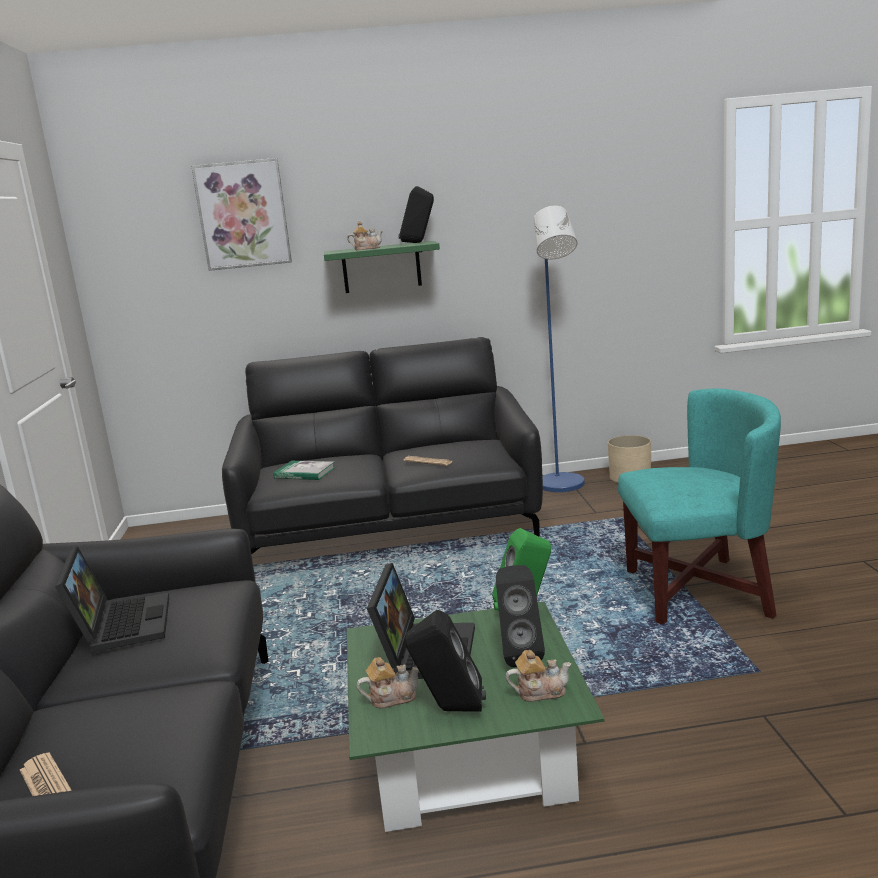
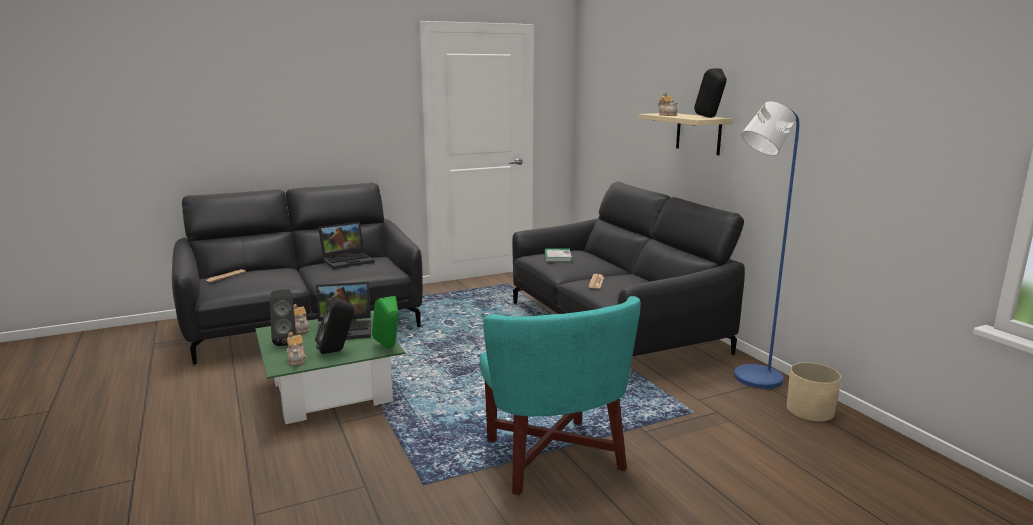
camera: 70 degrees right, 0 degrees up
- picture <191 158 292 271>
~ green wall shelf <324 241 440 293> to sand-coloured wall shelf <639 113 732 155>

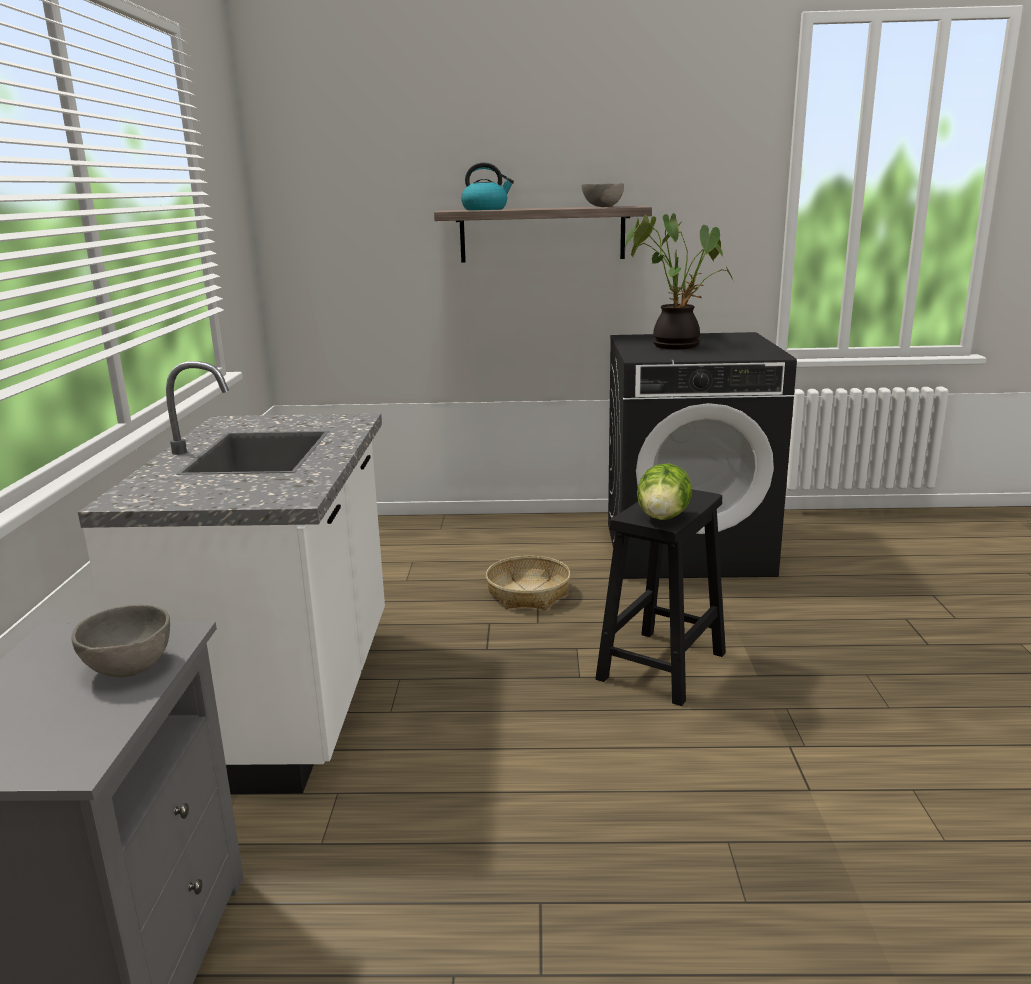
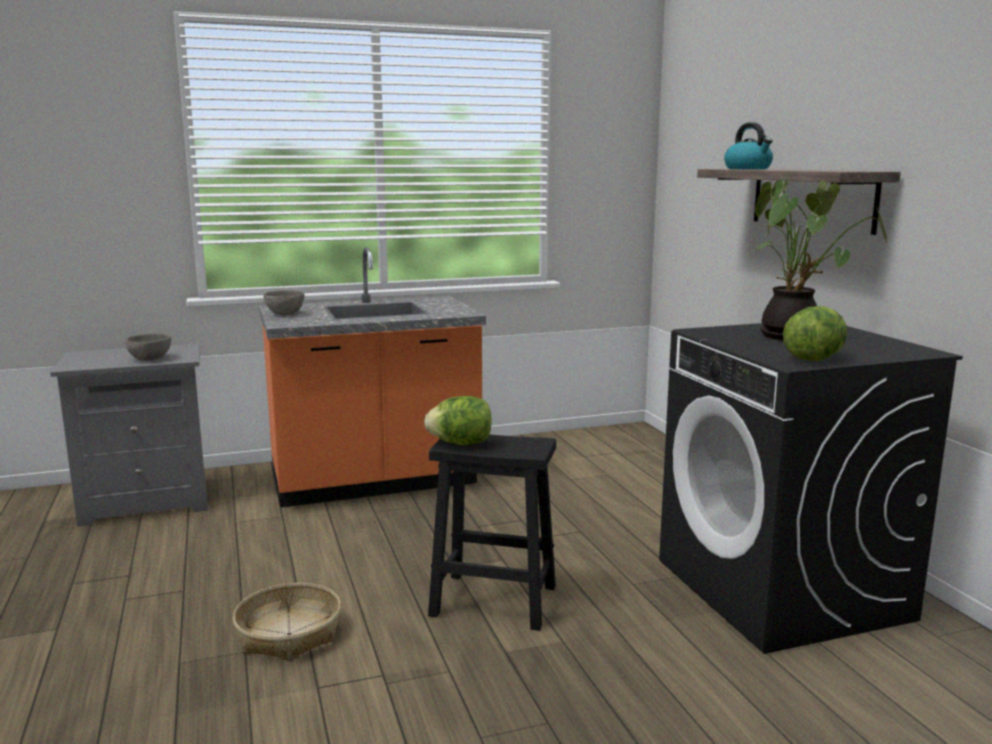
camera: 70 degrees right, 5 degrees down
+ head of lettuce <783 306 847 361>
~ storage basket <486 556 571 609> to <233 583 341 661>
~ greyish bowl <582 183 624 207> to <263 290 305 315>
~ whitish kitchen base unit <78 361 385 794> to orange kitchen base unit <259 247 486 508>

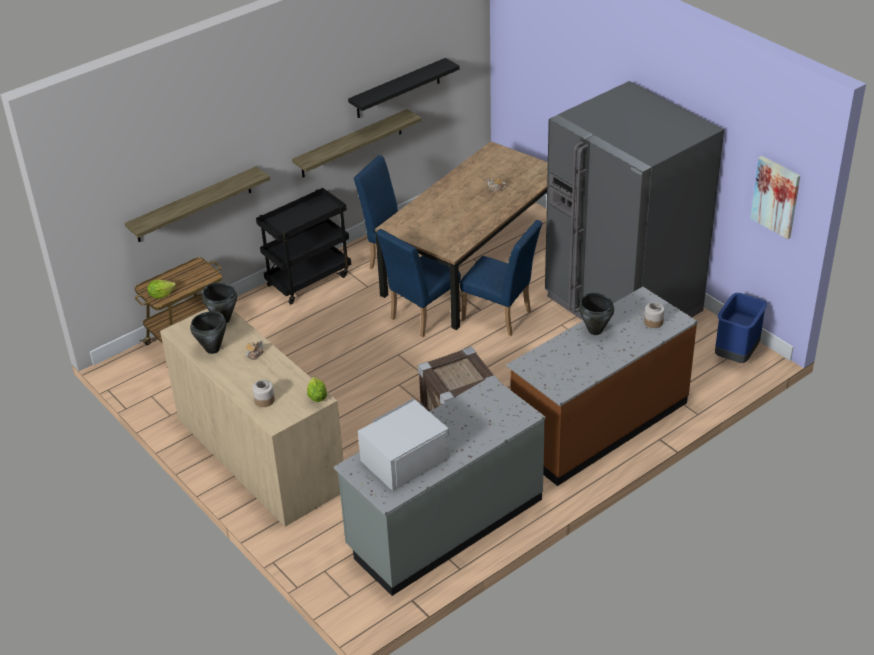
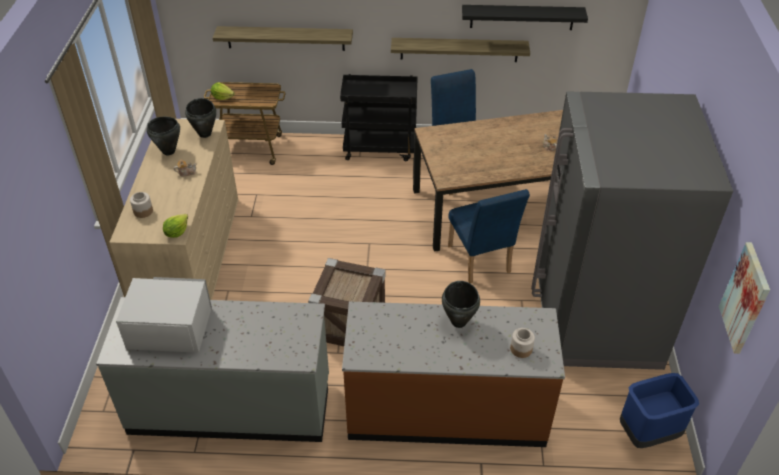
camera: 40 degrees right, 5 degrees up
- blue-coloured upright chair <376 229 461 337>

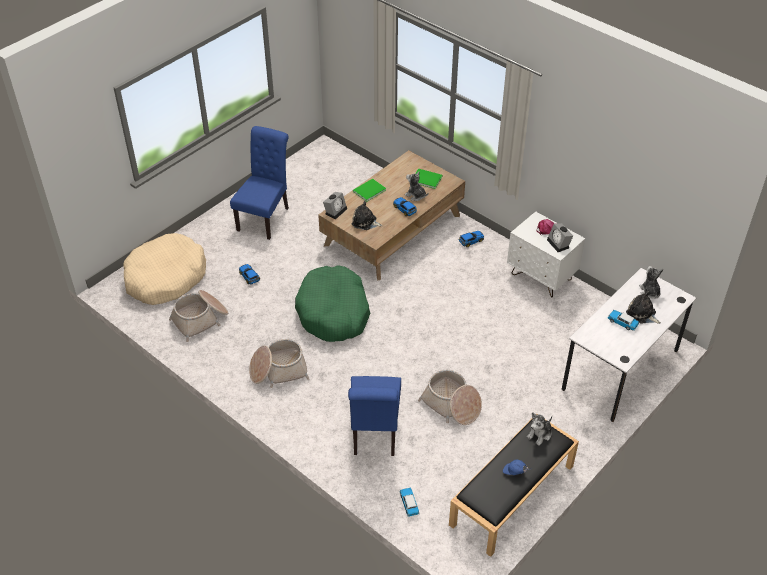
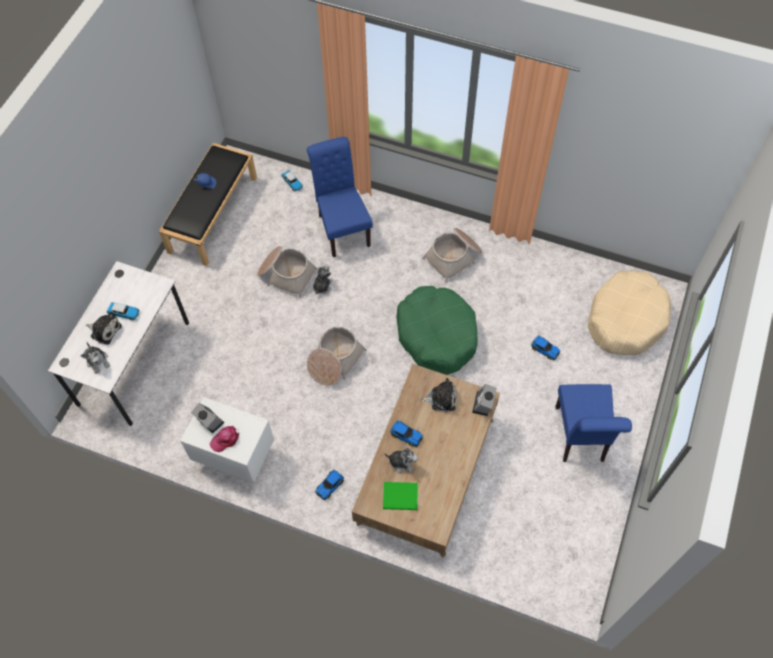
camera: 160 degrees right, 15 degrees up
- green volume <353 179 386 202>
~ storage basket <169 290 228 342> to <307 327 367 386>
~ soft toy <527 412 552 446> to <313 264 333 294>

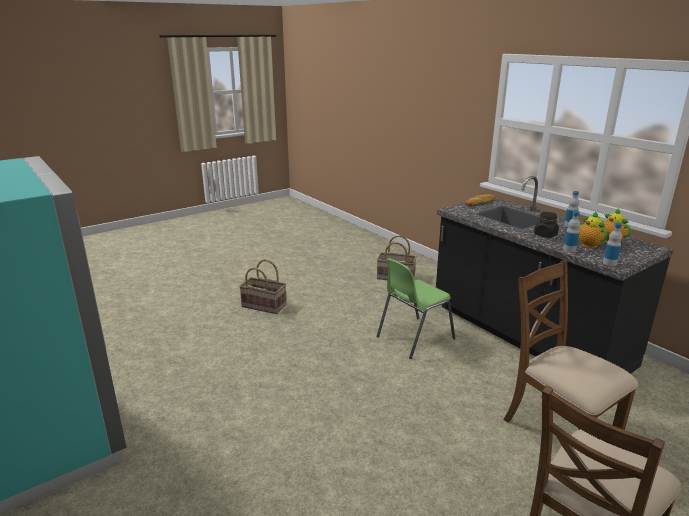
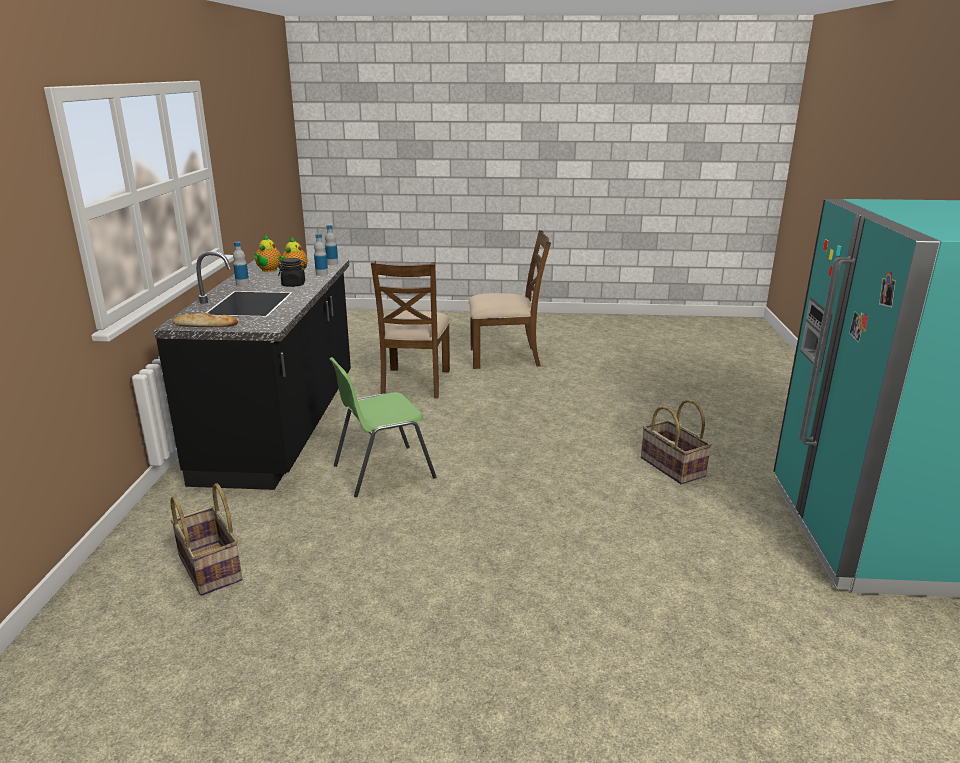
camera: 140 degrees left, 0 degrees up
~ storage basket <239 259 287 314> to <641 399 712 485>
~ green upright chair <377 258 455 359> = <329 357 436 497> 150 degrees clockwise

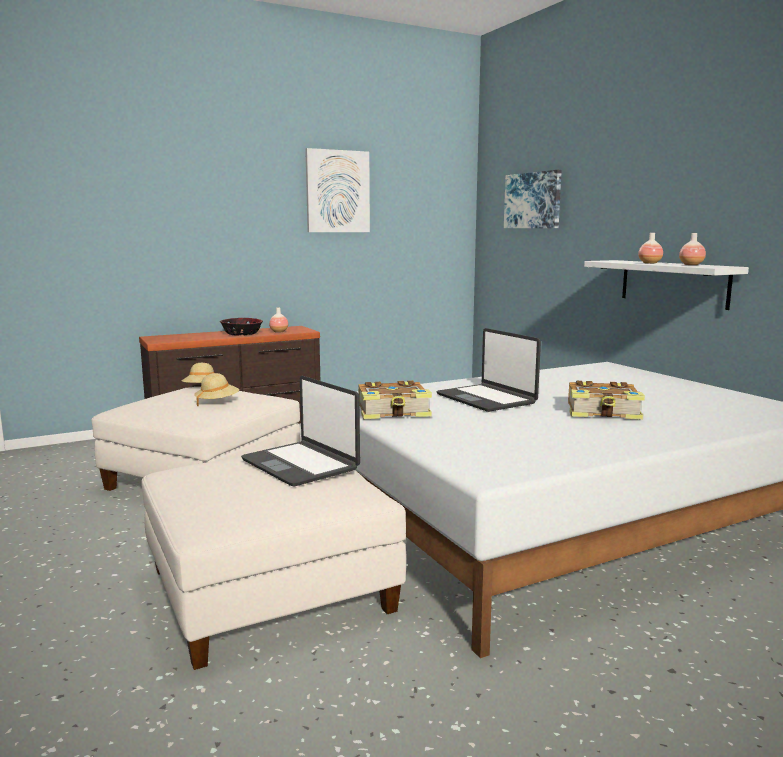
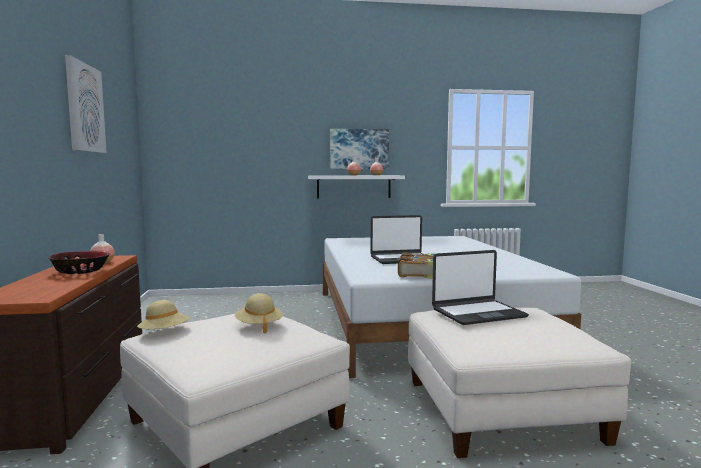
camera: 70 degrees left, 5 degrees down
- volume <568 381 645 420>
~ picture <504 170 562 228> to <330 129 389 169>

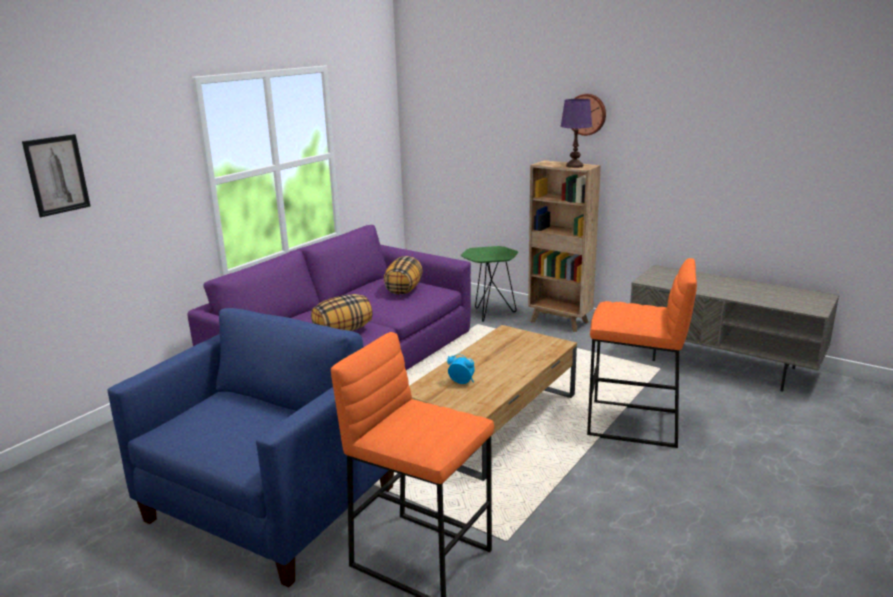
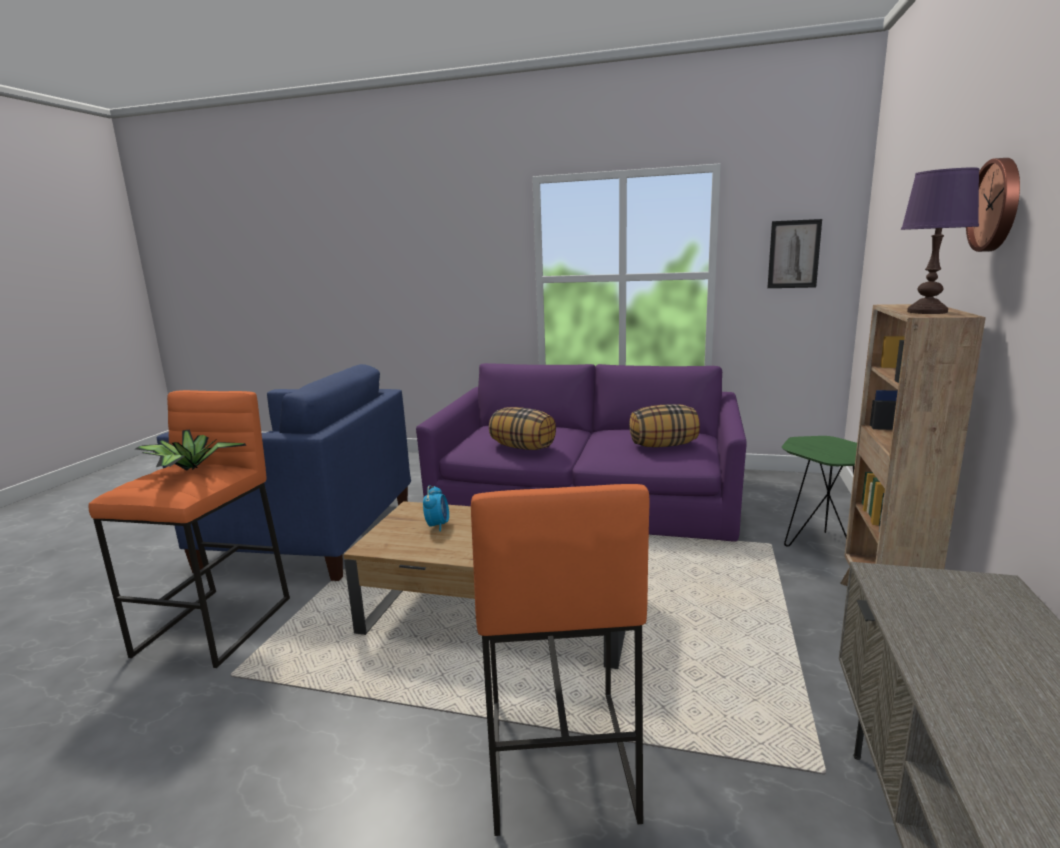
camera: 70 degrees right, 5 degrees down
+ houseplant <135 430 246 470>
~ picture <22 134 90 217> to <767 219 822 288>

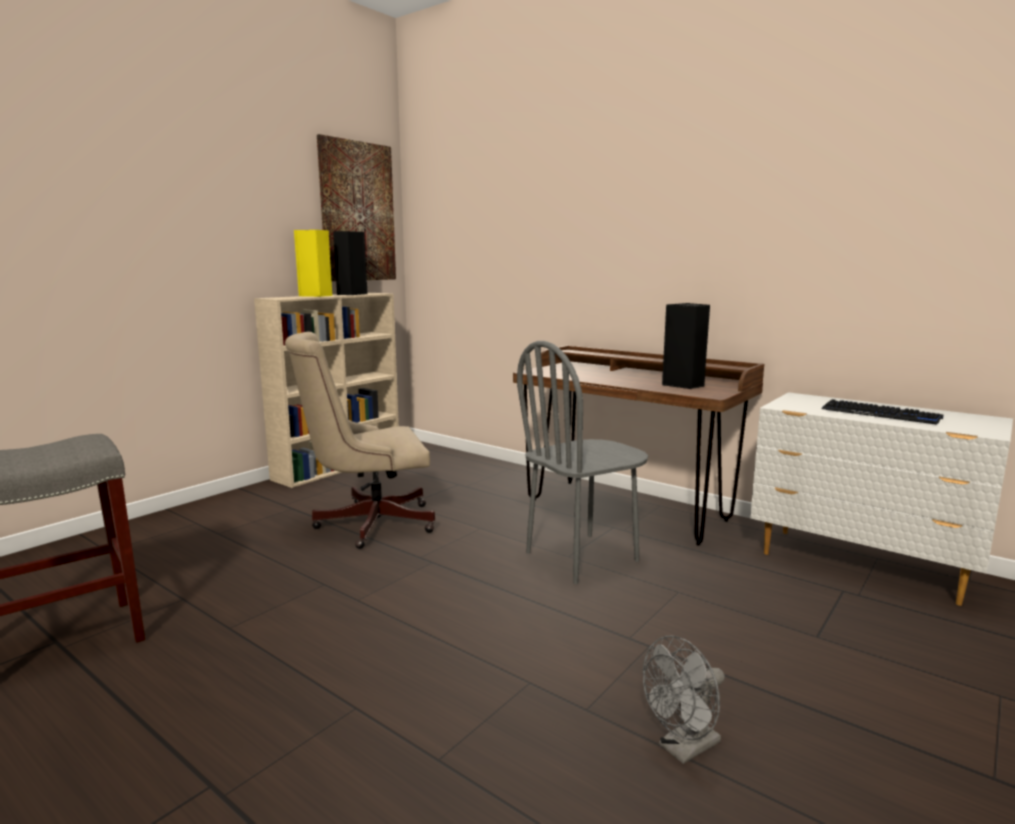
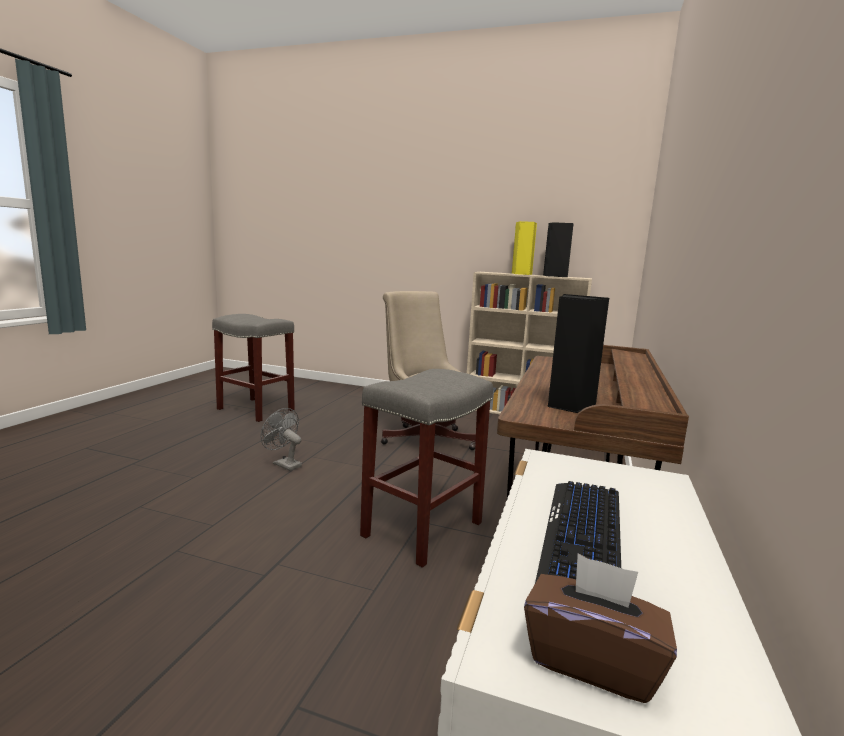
camera: 70 degrees right, 0 degrees up
- picture <317 134 396 281>
+ brown box of tissues <524 554 677 703>
~ greyish electric fan <643 635 725 764> to <261 408 302 471>
~ greyish upright chair <517 341 648 584> to greyish sitting stool <360 369 493 568>

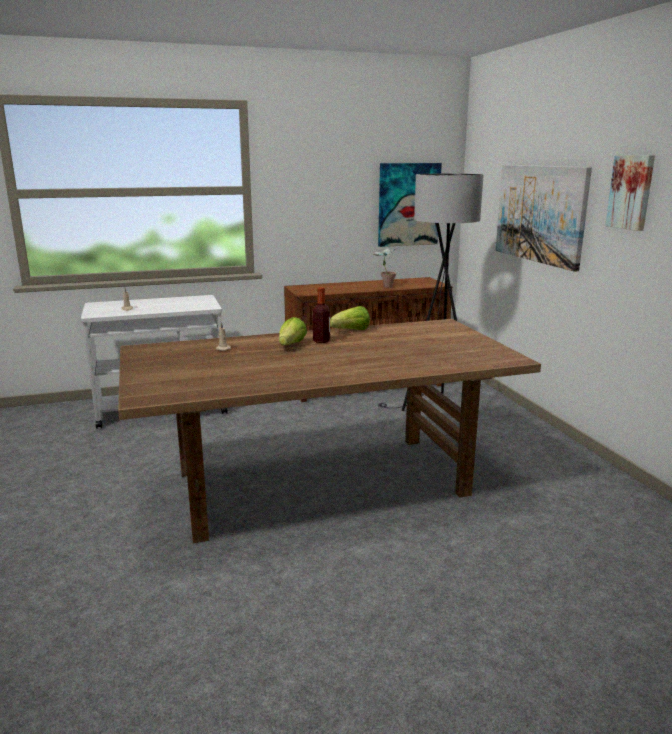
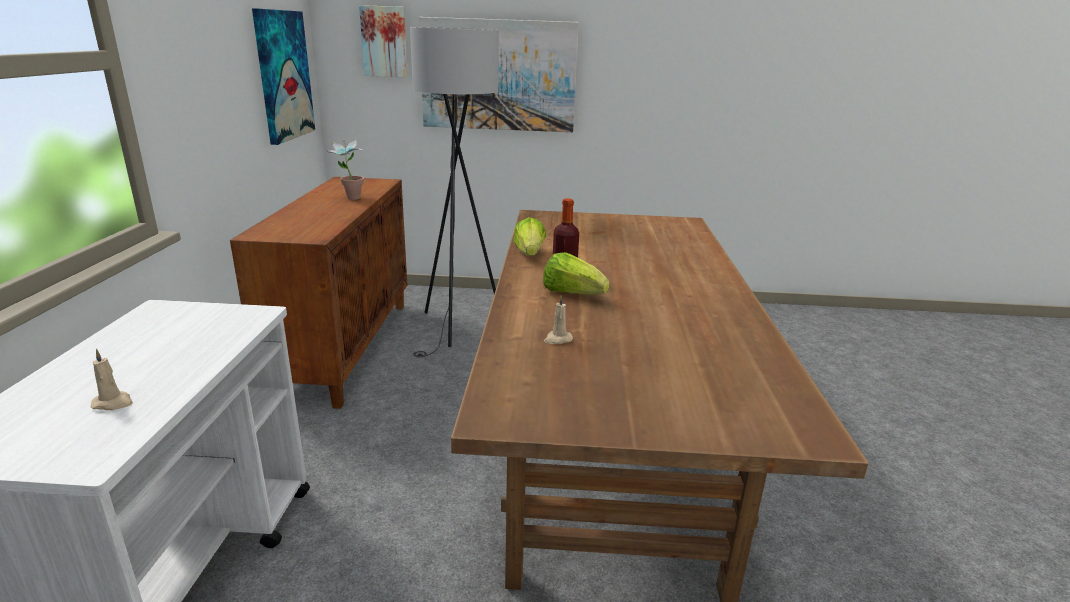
camera: 70 degrees left, 5 degrees up
~ picture <605 155 655 231> to <359 5 408 77>

